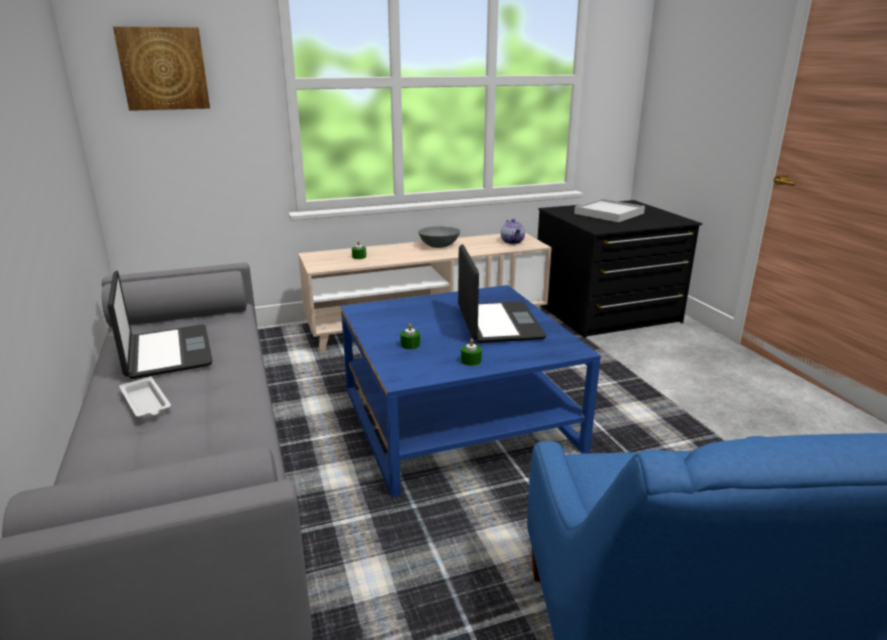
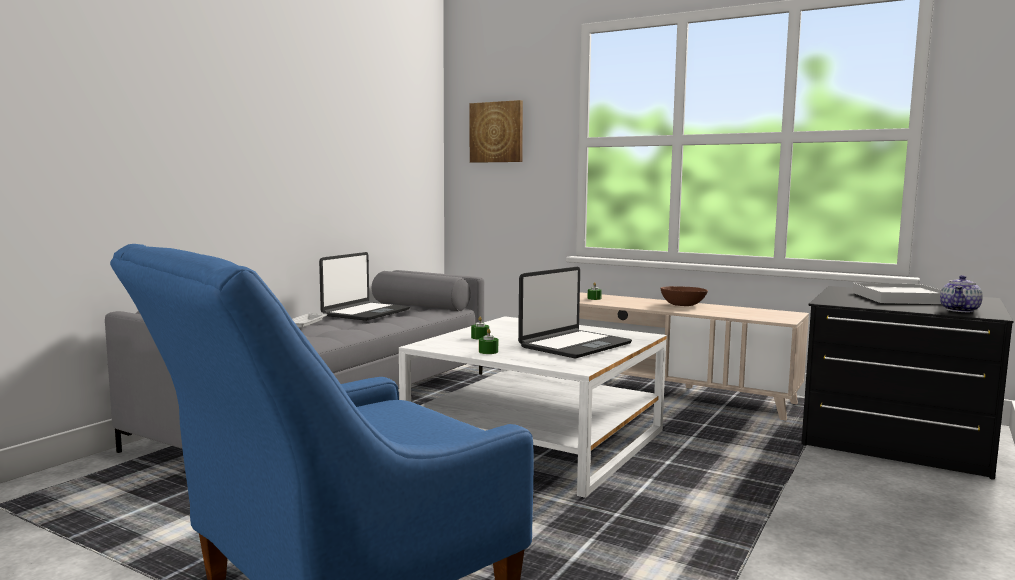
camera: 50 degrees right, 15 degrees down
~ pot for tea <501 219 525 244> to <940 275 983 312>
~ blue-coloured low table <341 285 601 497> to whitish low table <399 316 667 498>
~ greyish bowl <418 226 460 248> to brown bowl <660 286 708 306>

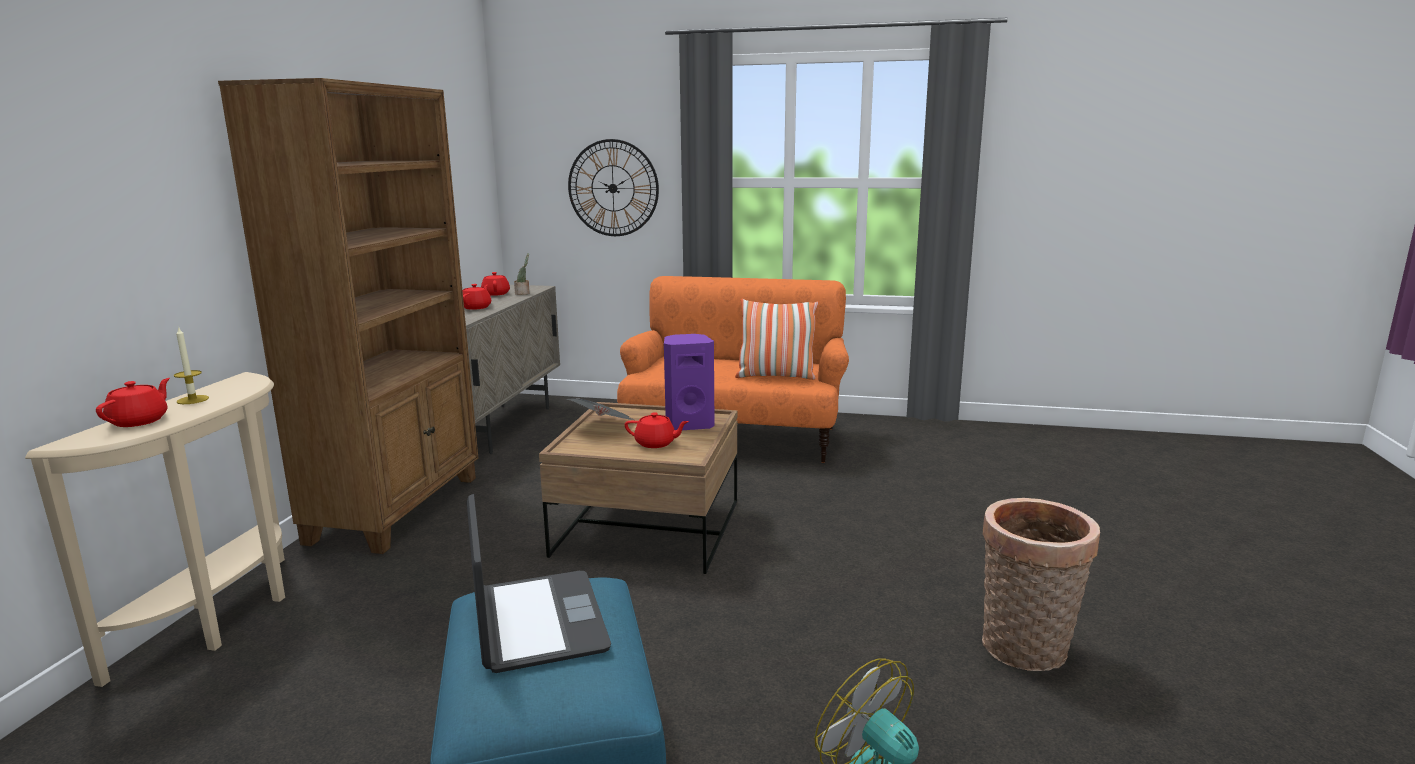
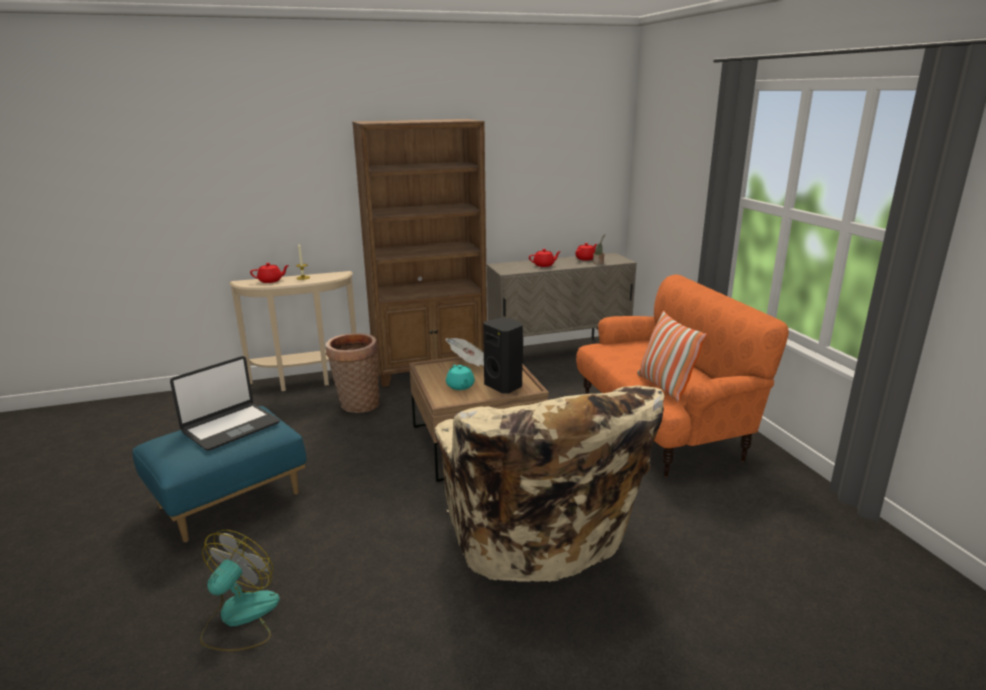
camera: 60 degrees right, 5 degrees up
- wall clock <568 139 659 236>
+ sand-coloured lounge chair <434 386 664 582>
~ storage basket <982 498 1100 671> to <326 333 380 413>
~ red-coloured pot for tea <625 412 689 448> to turquoise-coloured pot for tea <446 365 475 390>
~ purple-coloured speaker <664 334 715 430> to black speaker <483 318 523 393>

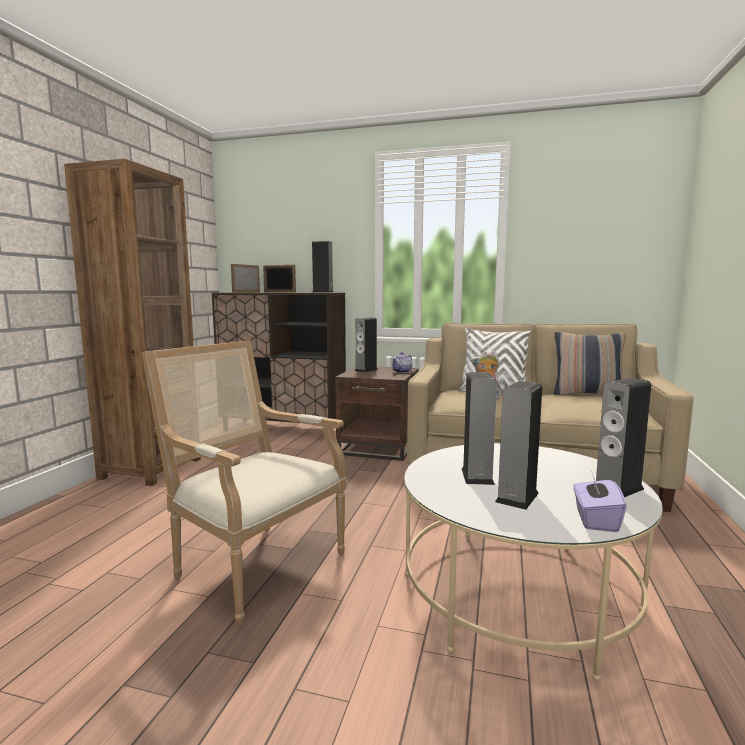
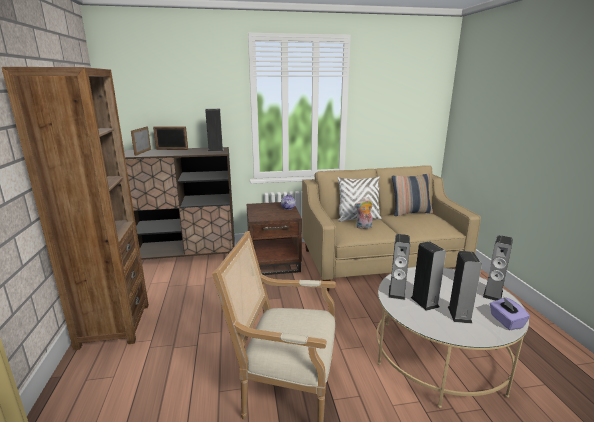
camera: 25 degrees left, 10 degrees up
~ speaker <355 317 378 372> to <389 234 410 300>

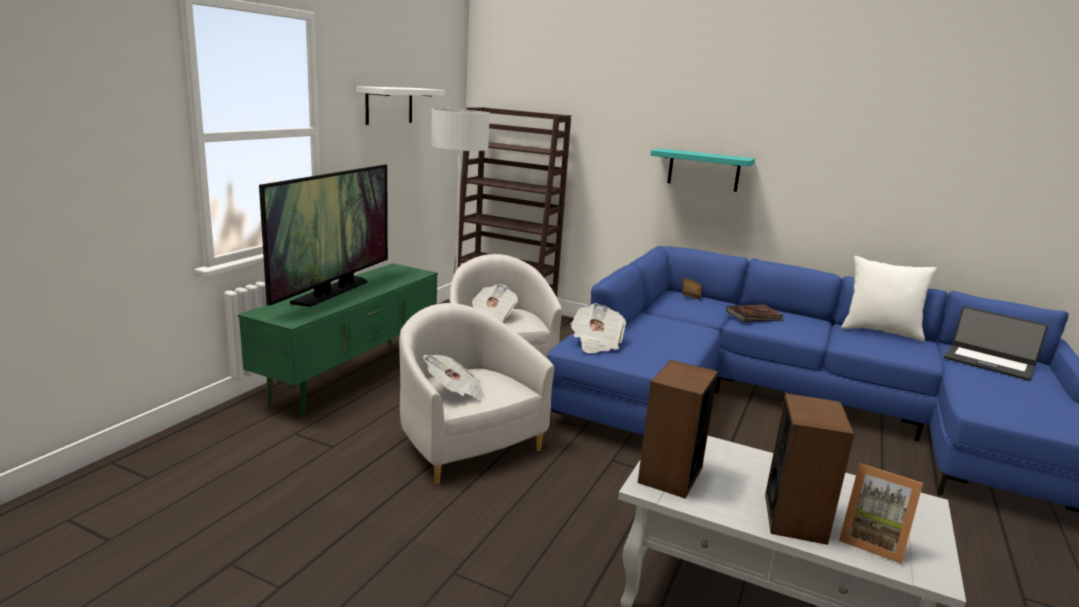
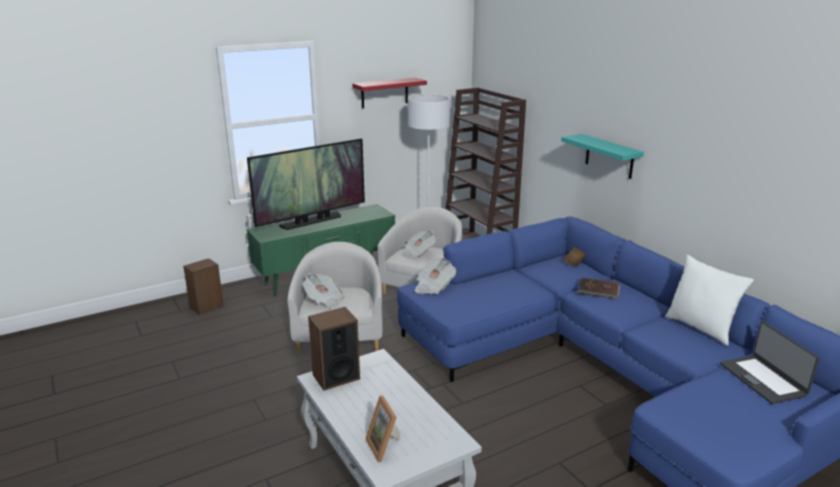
camera: 35 degrees right, 5 degrees up
~ speaker <765 393 854 545> to <183 258 224 315>
~ whitish wall shelf <356 86 445 125> to red-coloured wall shelf <352 78 427 108>

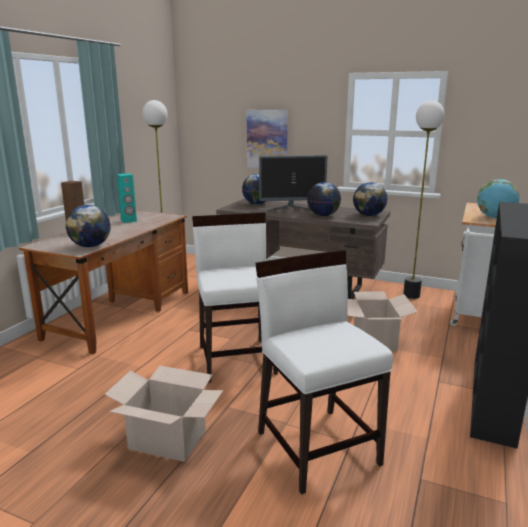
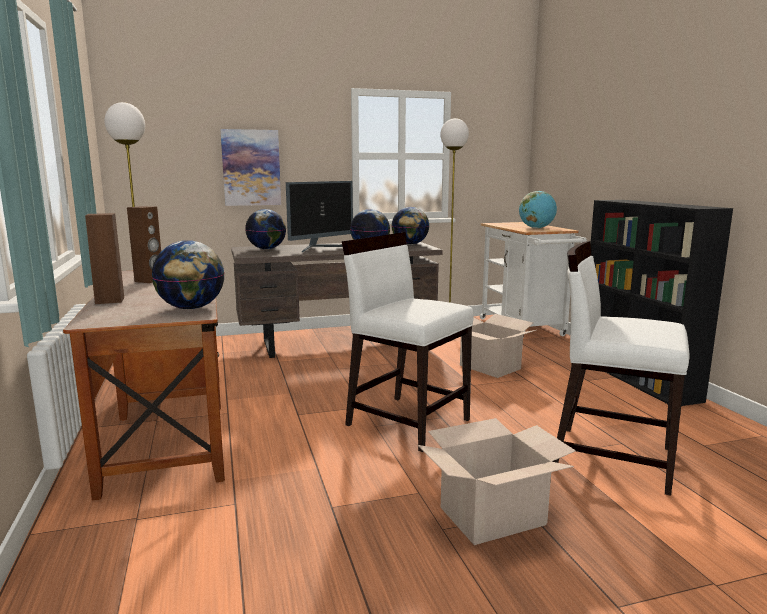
camera: 40 degrees left, 5 degrees down
~ turquoise-coloured speaker <117 173 137 223> to brown speaker <127 206 161 283>

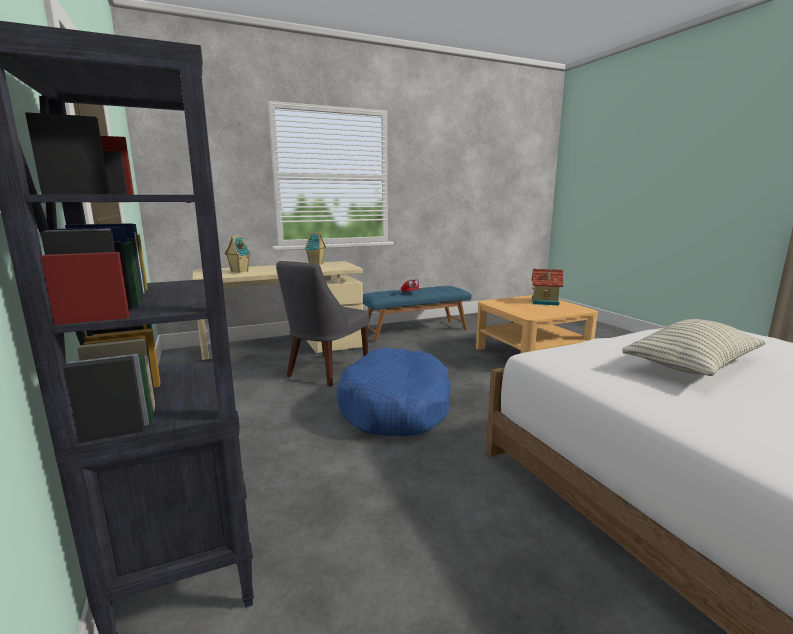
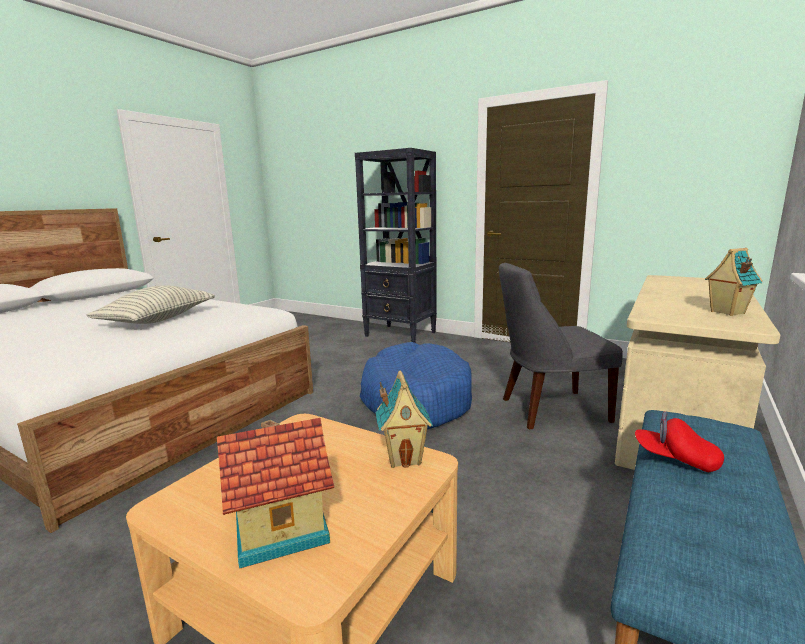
camera: 145 degrees right, 0 degrees up
~ model house <224 236 252 273> to <376 371 433 468>
~ greyish upright chair <276 261 369 387> = <499 263 623 429> 90 degrees counterclockwise

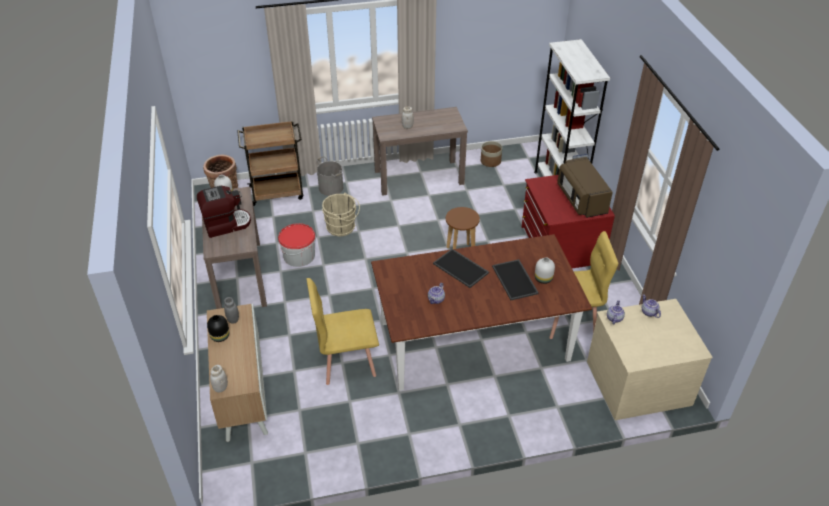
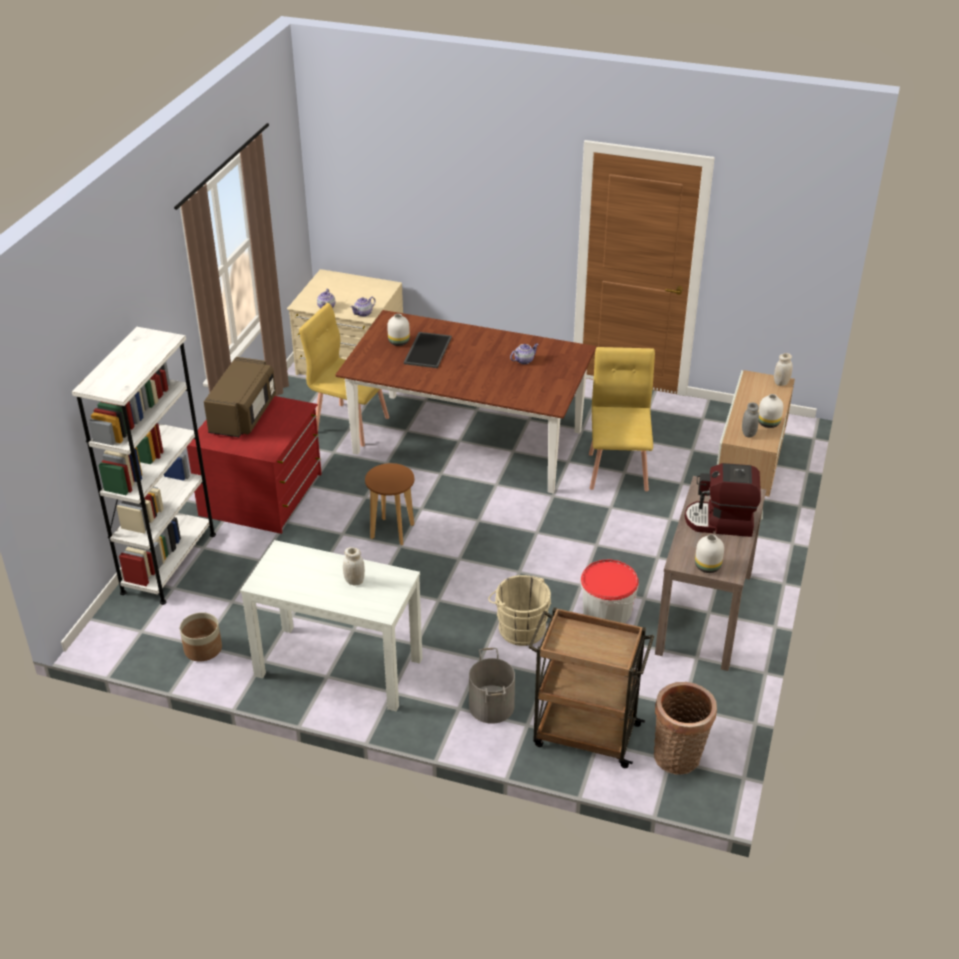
camera: 150 degrees left, 5 degrees down
- tray <433 249 489 288>
~ black decorative vase <207 315 229 342> to whitish decorative vase <758 394 783 428>
~ brown hall table <372 107 468 196> to whitish hall table <240 540 422 711>
~ yellow upright chair <306 278 379 385> = <589 347 655 491> 105 degrees counterclockwise

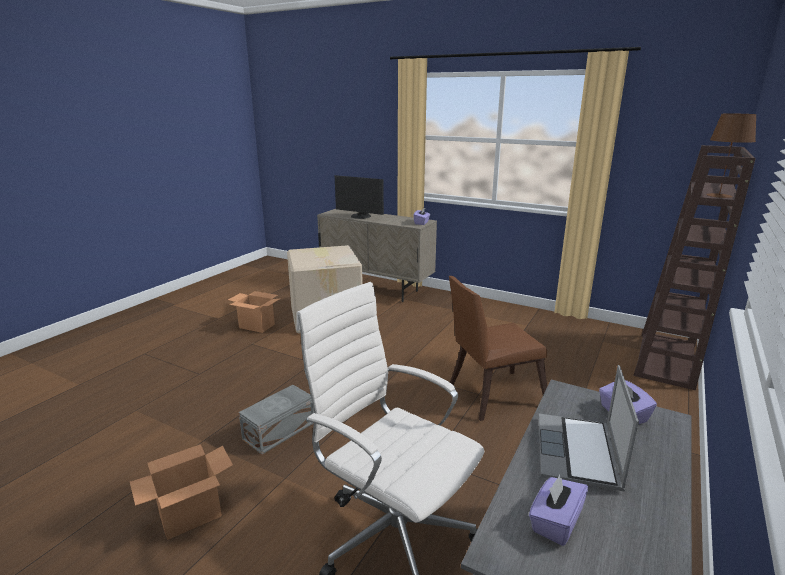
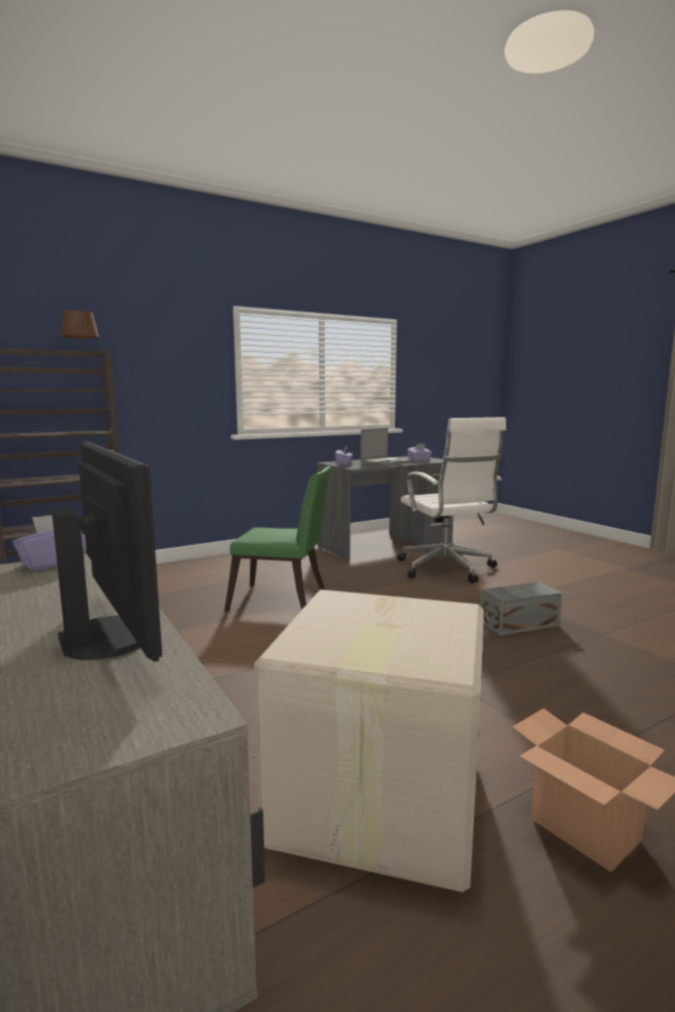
camera: 150 degrees left, 10 degrees down
- carton <130 444 233 540>
~ brown upright chair <449 276 547 421> to green upright chair <224 466 331 611>

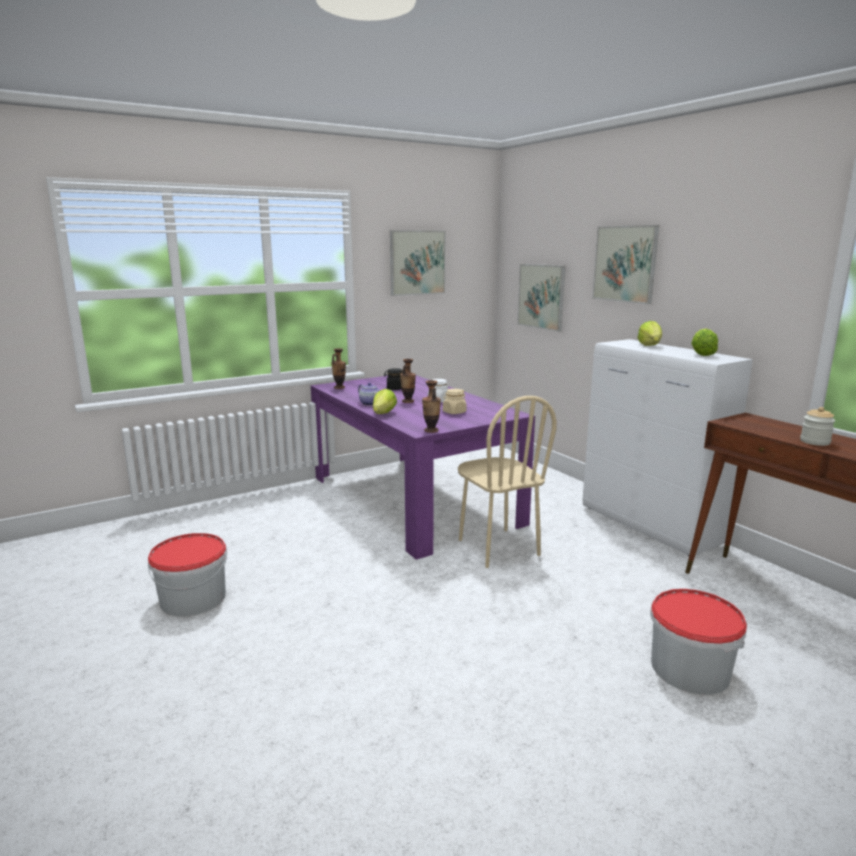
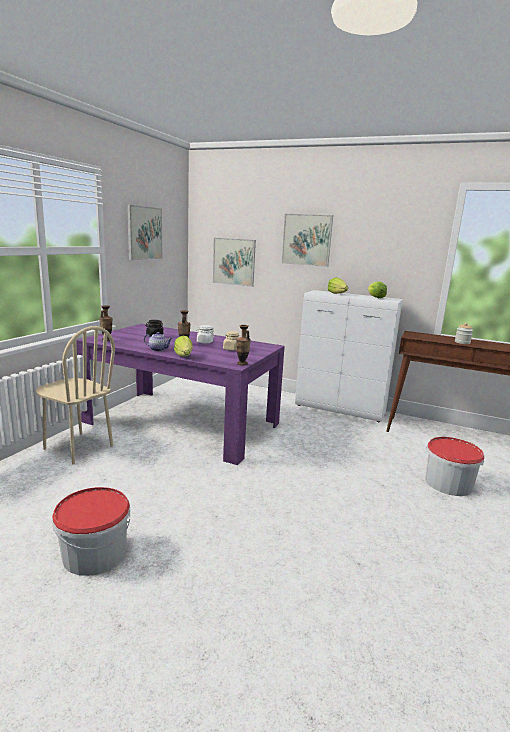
camera: 35 degrees left, 0 degrees up
~ sand-coloured upright chair <458 396 557 568> to <36 326 115 464>

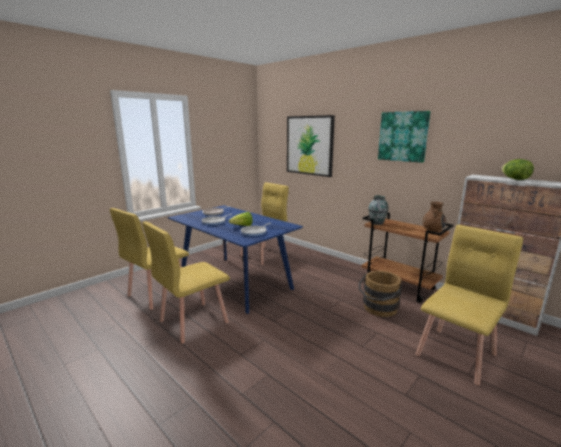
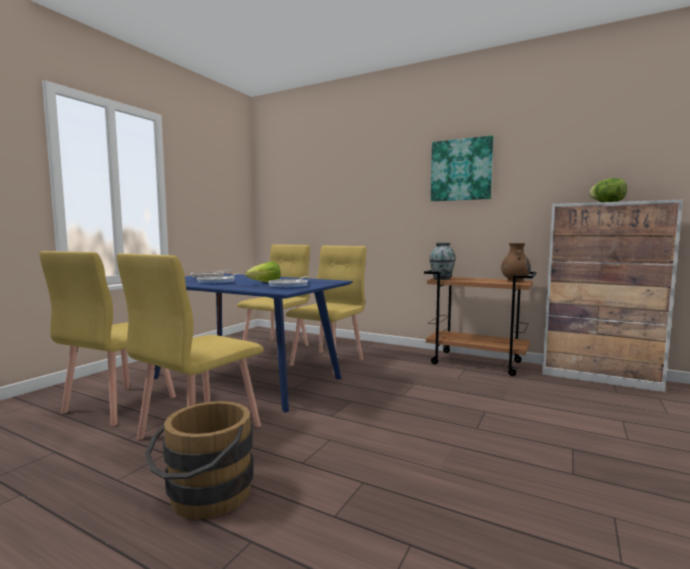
camera: 15 degrees left, 10 degrees down
- picture <287 115 335 177>
~ brown water bucket <359 271 402 317> to <145 401 254 519>
~ yellow upright chair <416 225 523 385> to <286 246 366 375>

